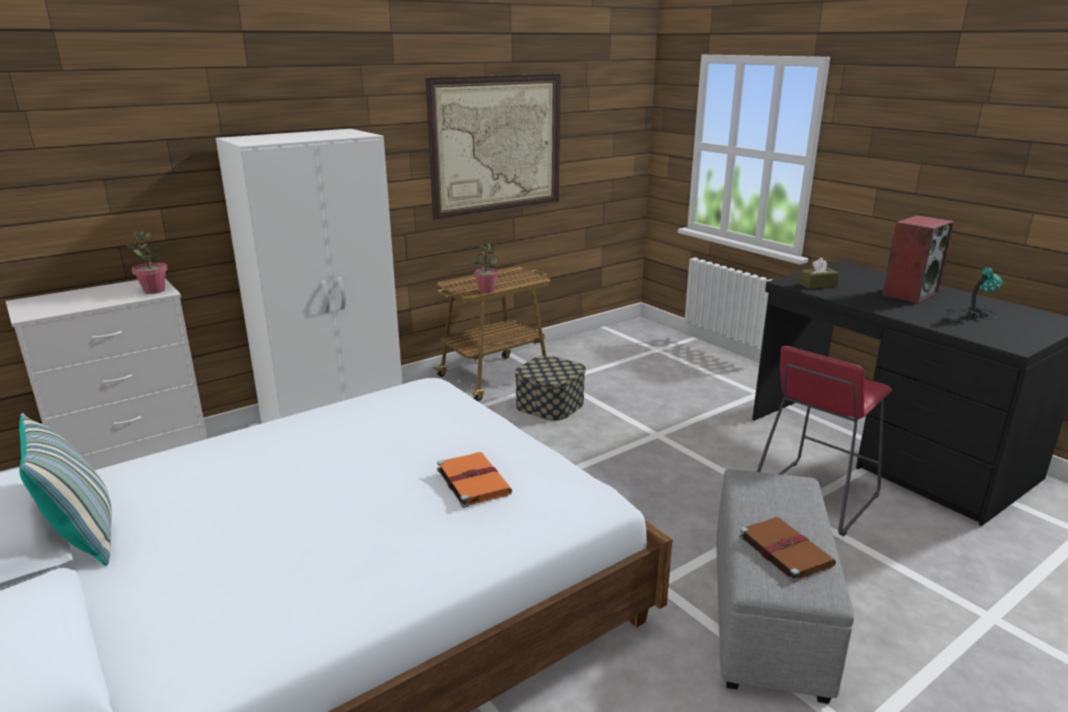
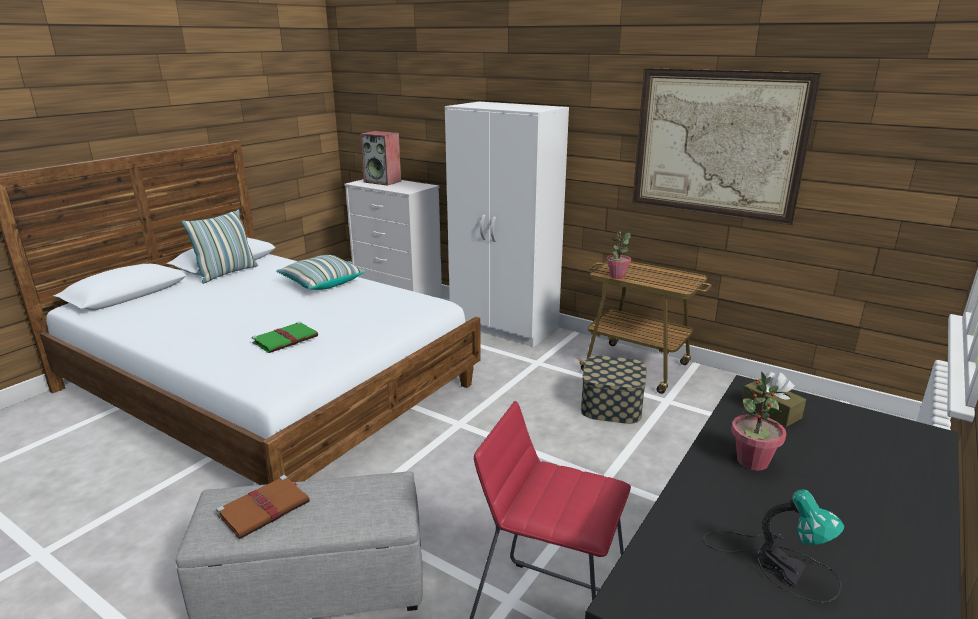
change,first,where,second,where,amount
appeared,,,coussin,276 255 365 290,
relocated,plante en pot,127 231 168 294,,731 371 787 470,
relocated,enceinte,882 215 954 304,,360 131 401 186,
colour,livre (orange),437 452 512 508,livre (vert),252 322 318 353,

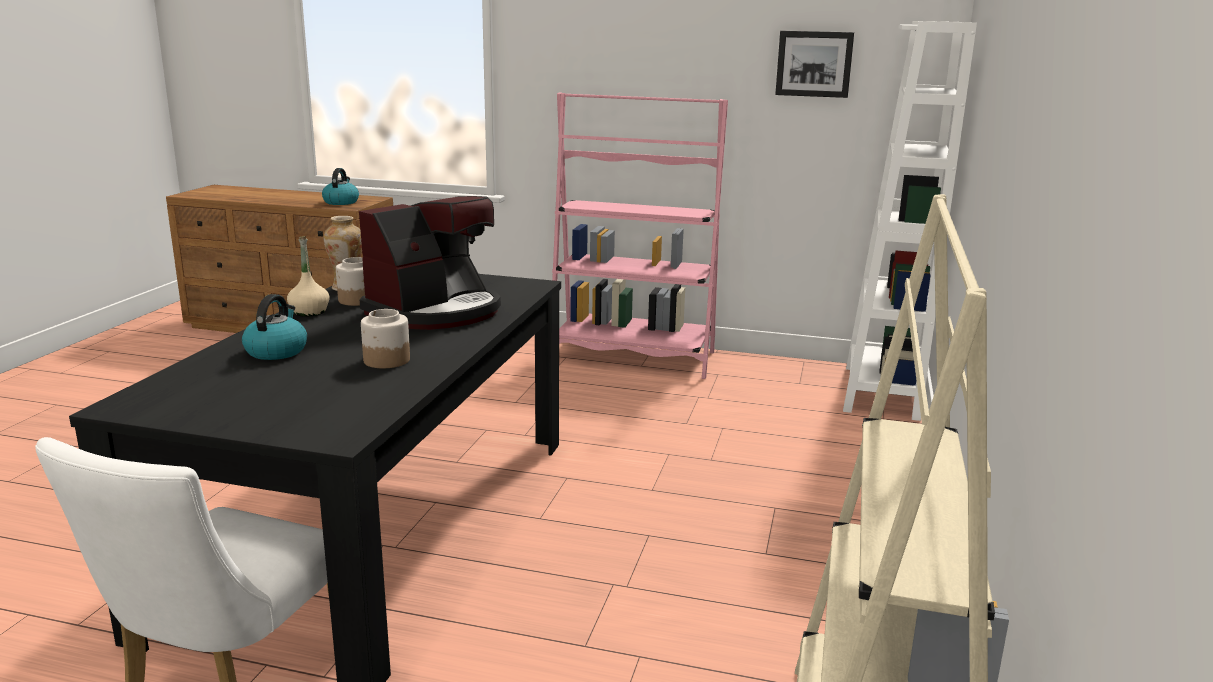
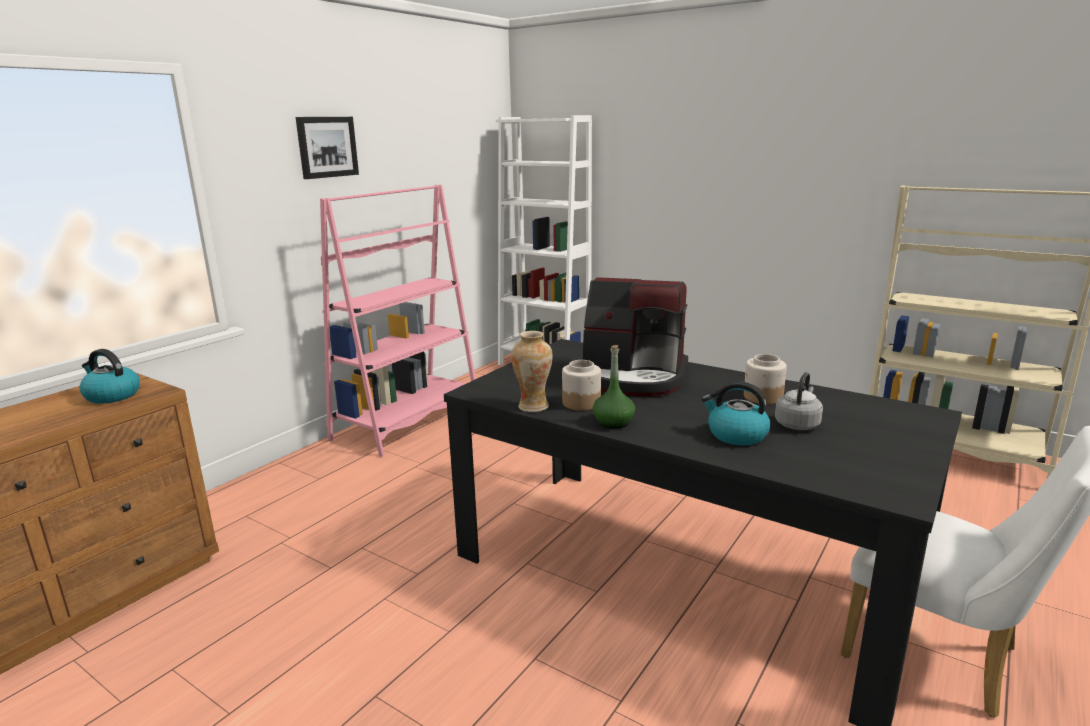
change,first,where,second,where,amount
appeared,,,bouilloire (gris),775 372 823 430,
relocated,tableau,775 31 854 98,,296 117 359 179,
colour,bouteille (beige),287 236 330 317,bouteille (vert),593 345 635 429,
spun,machine à café,359 196 501 330,,582 277 688 397,135 degrees clockwise

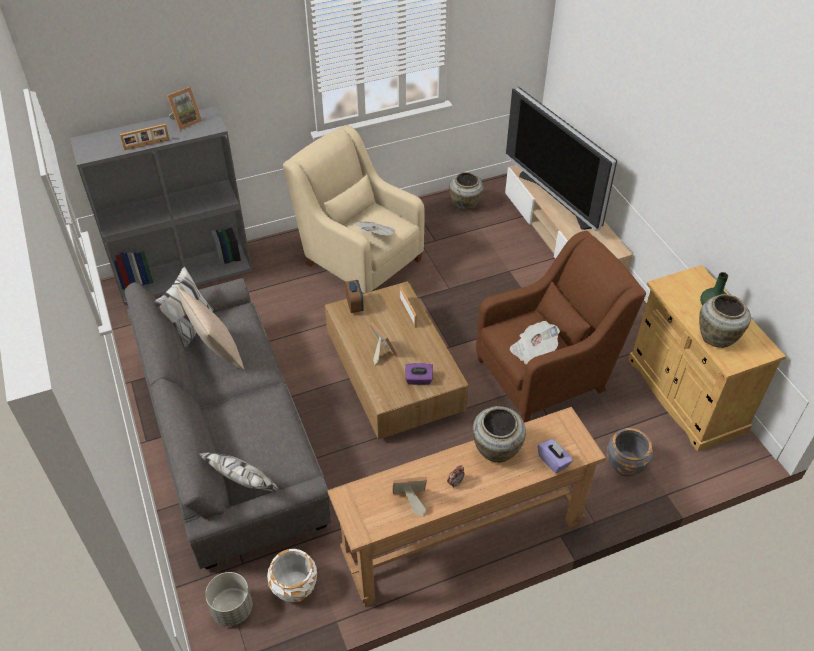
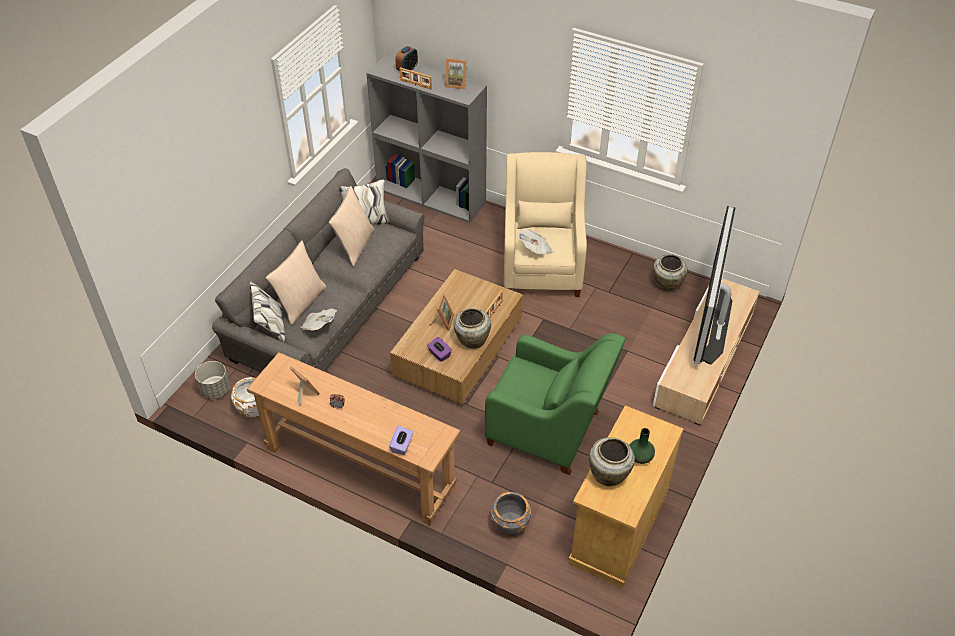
change,first,where,second,where,amount
appeared,,,coussin (beige),266 241 326 325,
relocated,réveil,345 280 364 313,,395 46 418 71,
relocated,vase (beige),472 406 526 463,,454 308 491 349,
relocated,journal,510 321 560 364,,301 308 337 331,
colour,fauteuil (marron),476 231 646 423,fauteuil (vert),485 333 626 475,

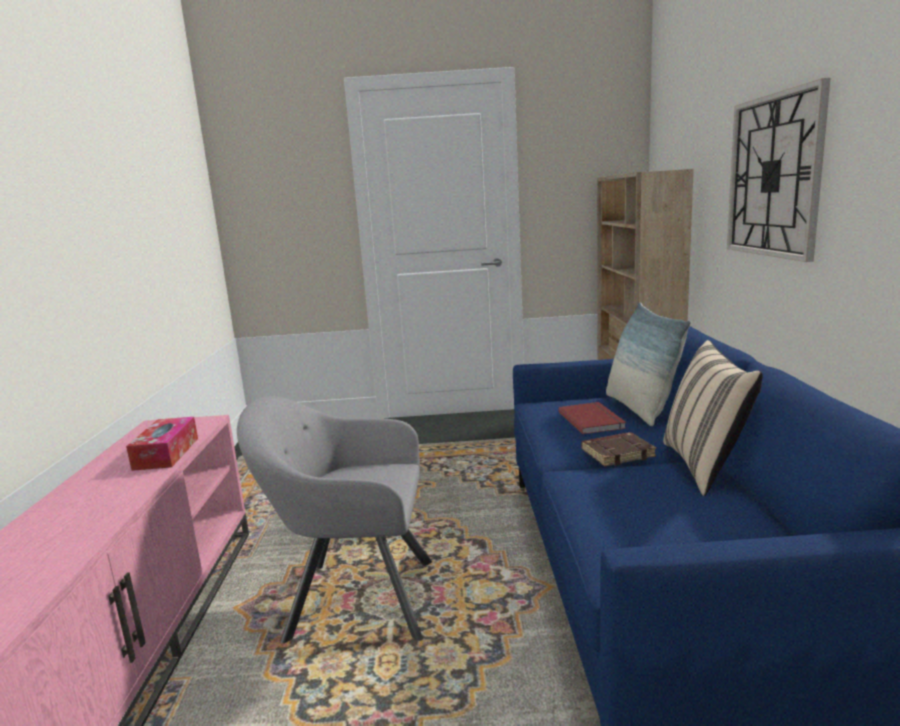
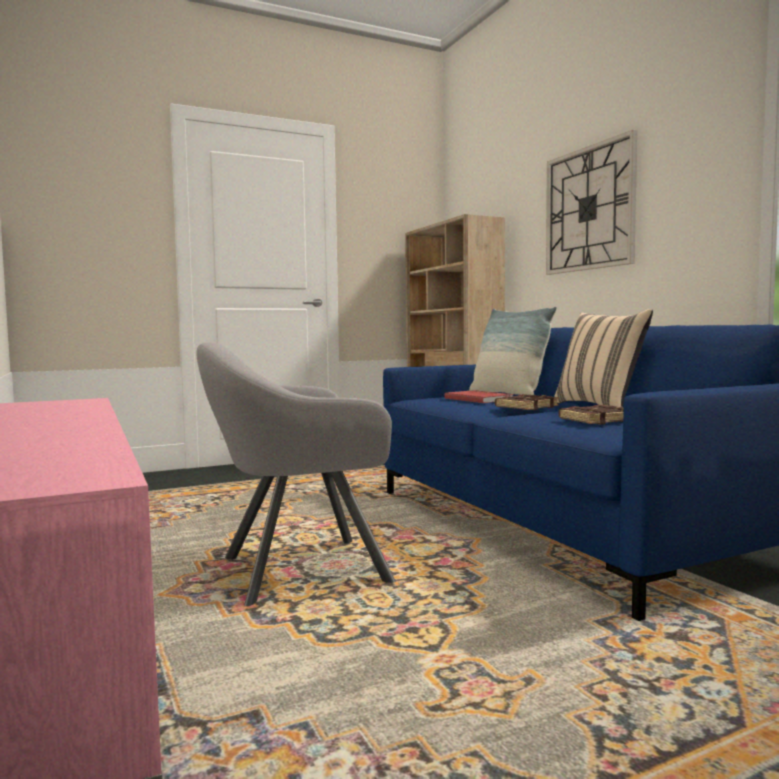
change,first,where,second,where,amount
missing,boîte à mouchoirs,126 417 198 471,,,
appeared,,,livre (marron),559 405 624 425,

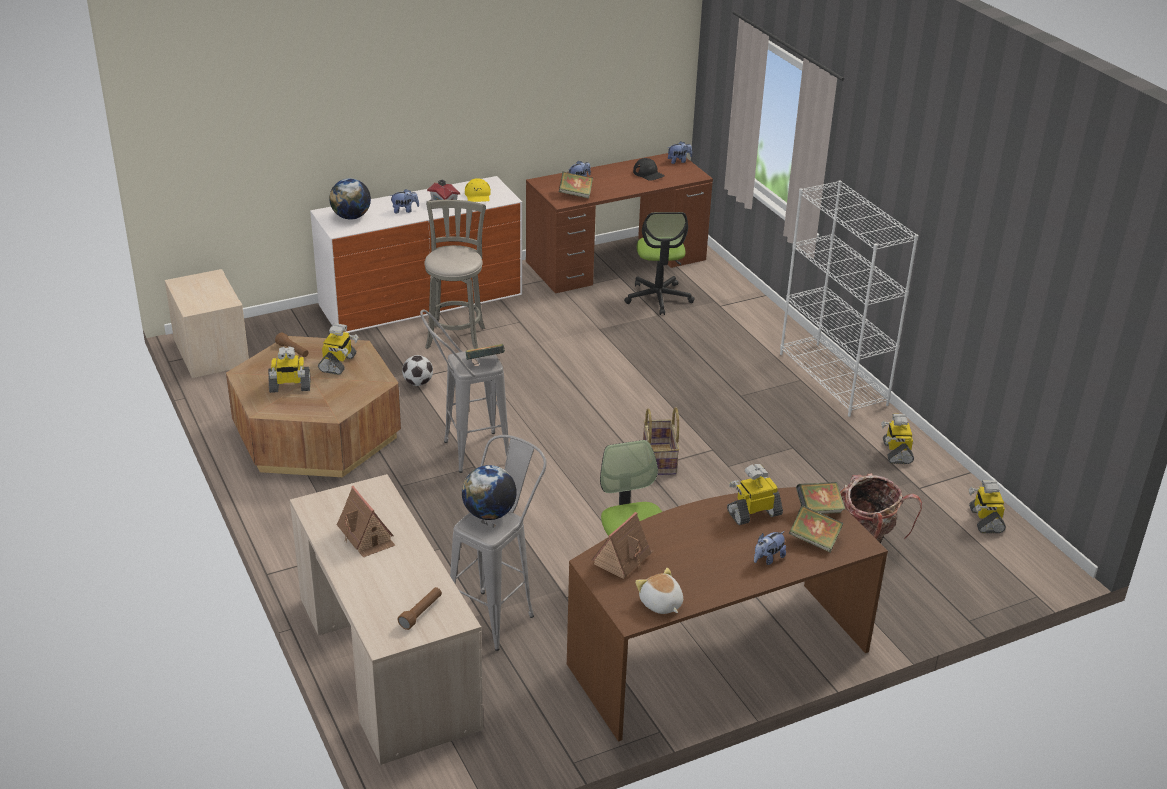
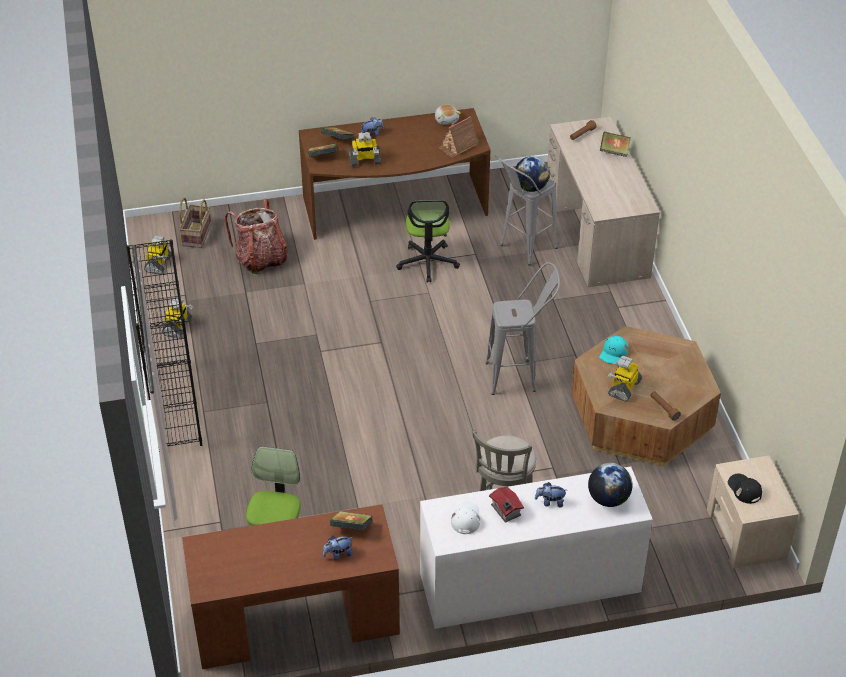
change,first,where,second,where,amount
missing,robot jouet,268 346 311 393,,,
missing,maison miniature,337 486 395 557,,,
missing,ballon de foot,402 355 433 386,,,
missing,peluche,667 141 692 164,,,
appeared,,,casquette (turquoise),599 336 628 364,
relocated,livre,465 344 505 360,,600 132 631 157,
relocated,casquette (noir),633 158 665 181,,728 473 762 504,
relocated,panier,643 408 680 475,,179 197 211 248,
colour,casquette (jaune),465 178 491 202,casquette (blanc),451 501 480 534,
colour,bibliothèque (blanc),780 180 919 417,bibliothèque (noir),126 239 202 453,

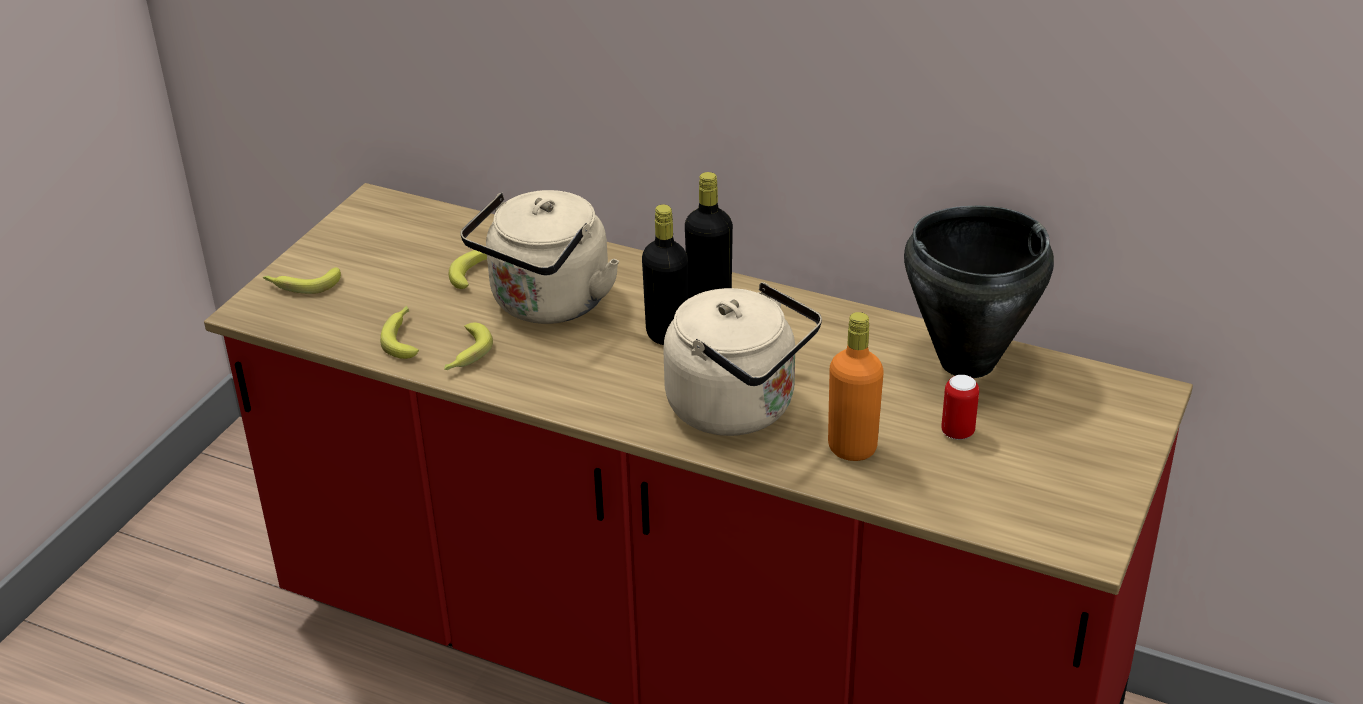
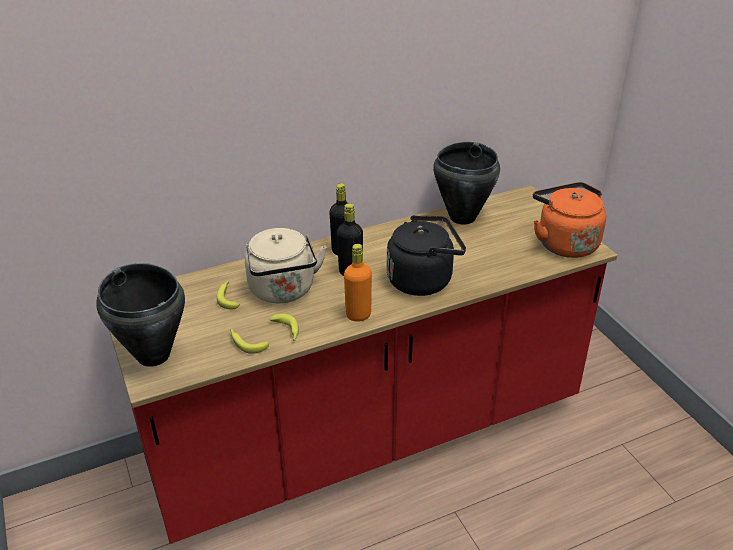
change,first,where,second,where,amount
missing,boîte métallique,941 375 979 440,,,
appeared,,,bouilloire (orange),533 182 606 258,
relocated,bouteille (orange),828 312 884 461,,344 244 372 322,
exchanged,banane,263 267 341 294,marmite (noir),96 263 185 367,
colour,bouilloire (beige),663 282 822 436,bouilloire (noir),387 215 466 296,

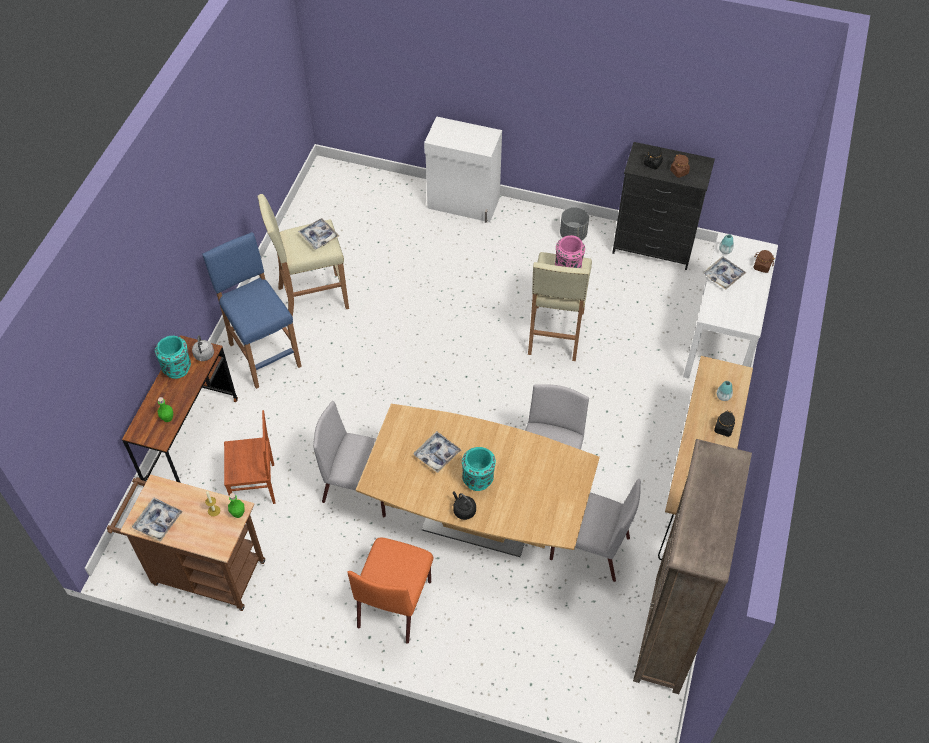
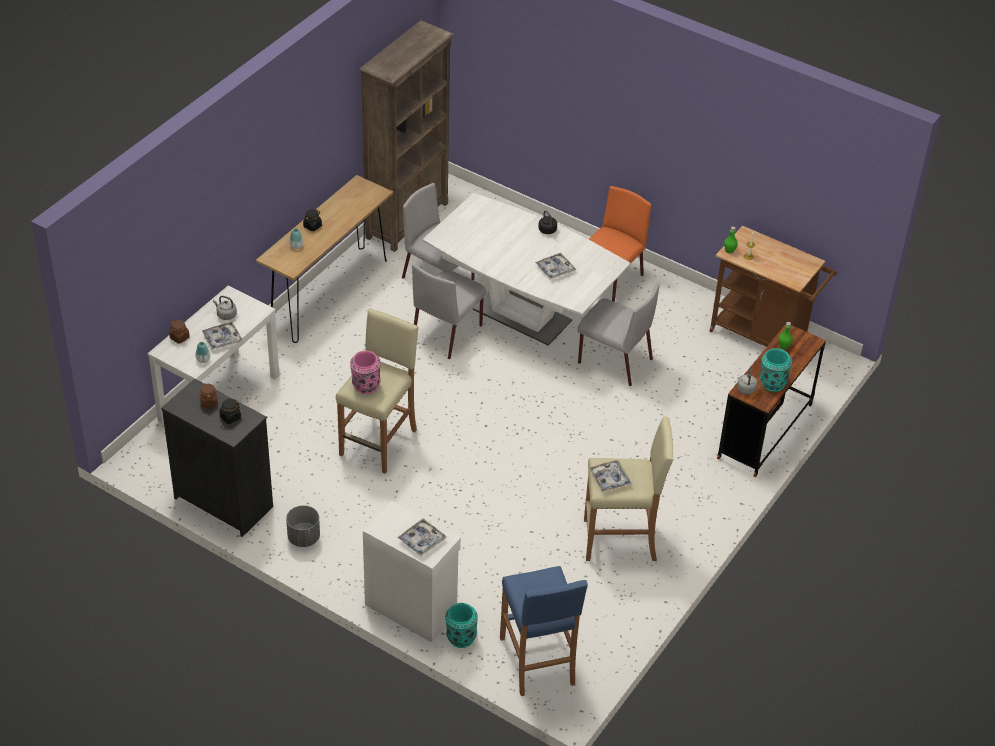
change,first,where,second,where,amount
missing,chaise (marron),224 410 276 504,,,
appeared,,,bouilloire (gris),213 296 237 320,
relocated,plateau,132 497 183 542,,398 518 446 557,
relocated,tabouret (bleu),202 232 302 389,,500 566 588 696,
relocated,vase (turquoise),462 447 496 491,,445 603 478 648,
colour,table à manger (marron),356 404 600 557,table à manger (blanc),423 193 630 346,

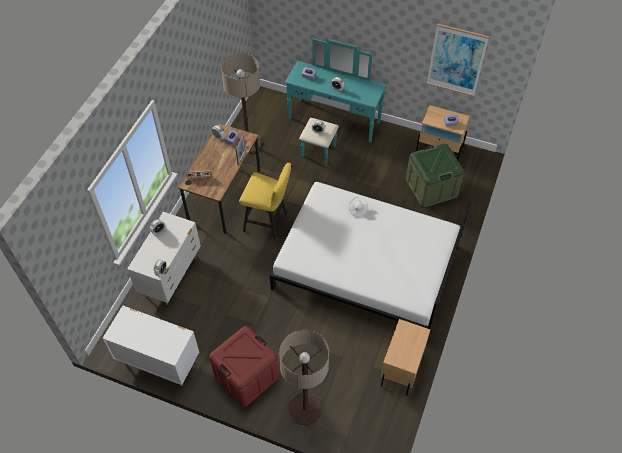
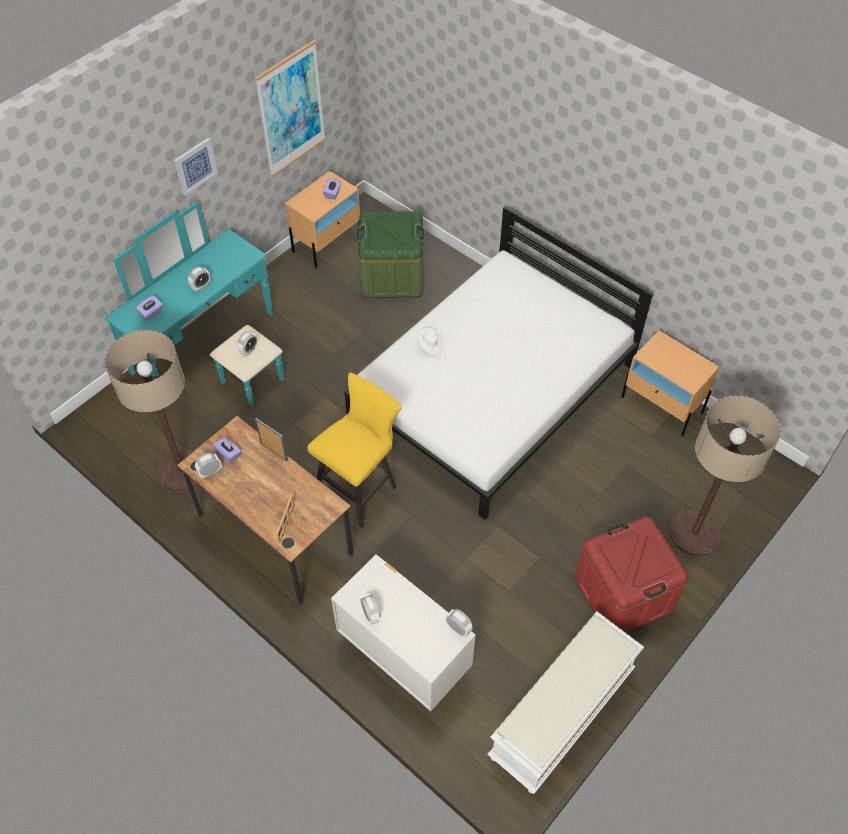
change,first,where,second,where,amount
appeared,,,tableau,174 138 218 196,
exchanged,commode (blanc),102 306 199 386,banc (blanc),488 611 644 794,

